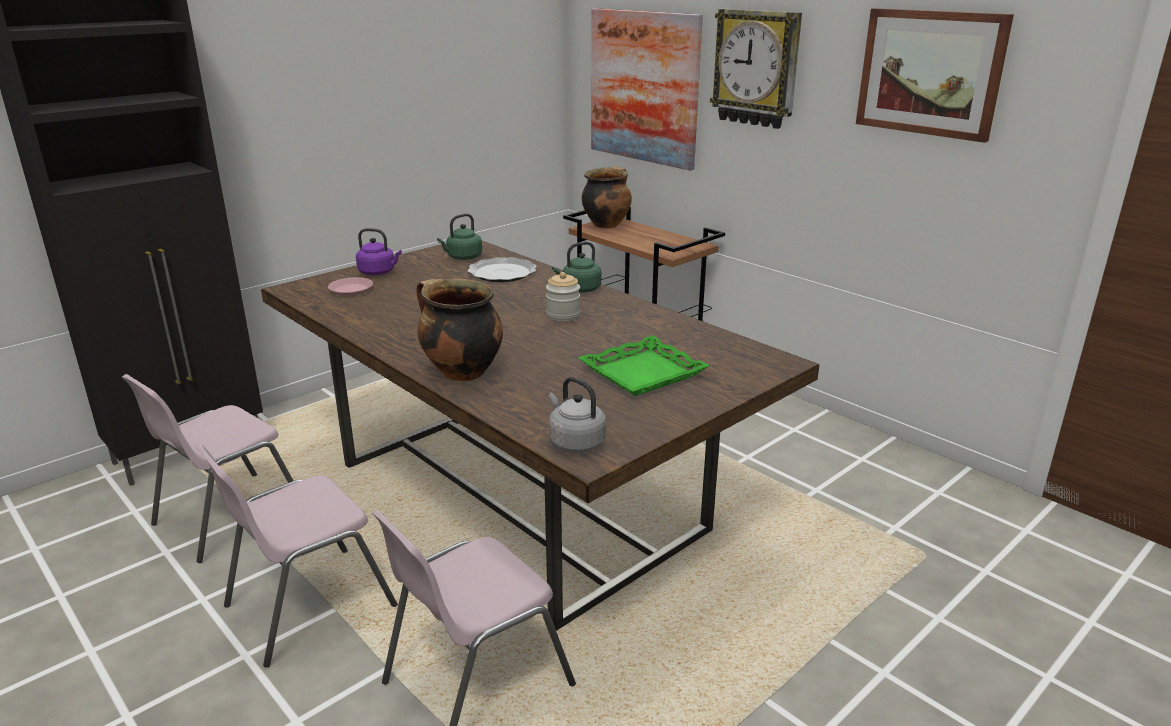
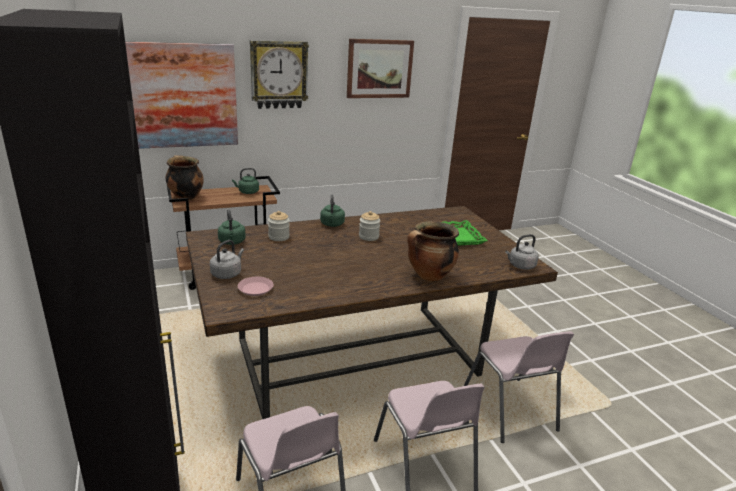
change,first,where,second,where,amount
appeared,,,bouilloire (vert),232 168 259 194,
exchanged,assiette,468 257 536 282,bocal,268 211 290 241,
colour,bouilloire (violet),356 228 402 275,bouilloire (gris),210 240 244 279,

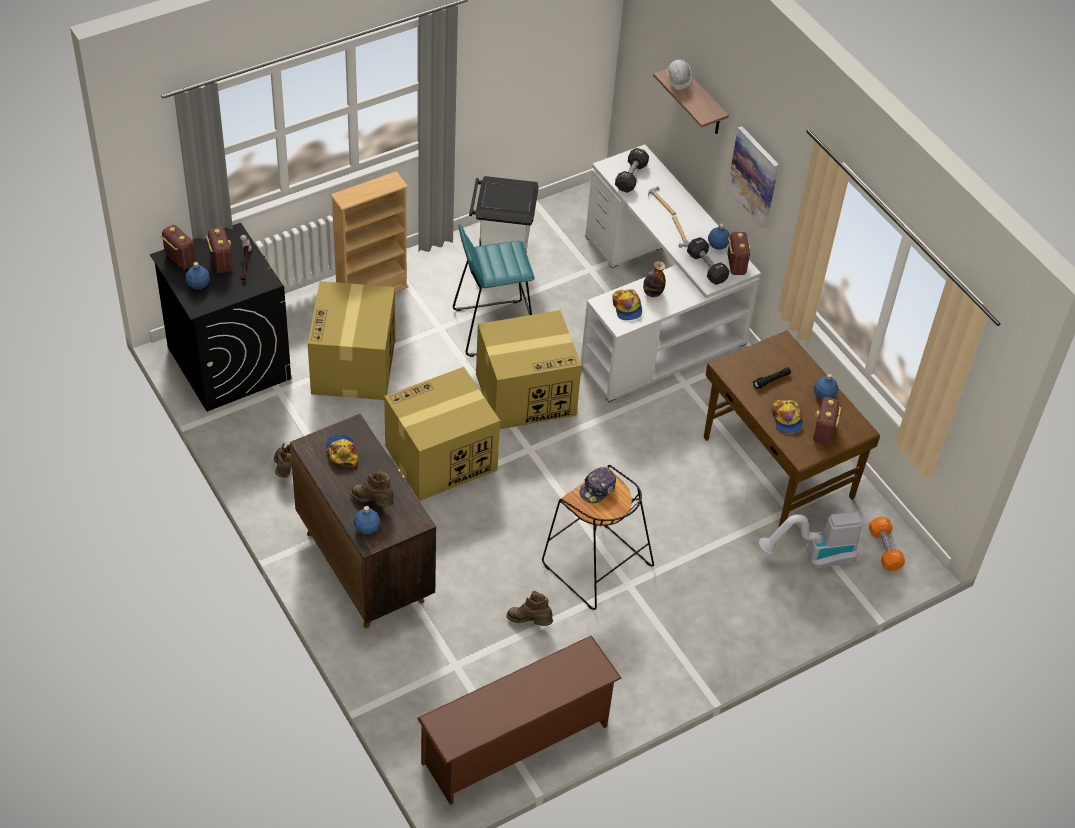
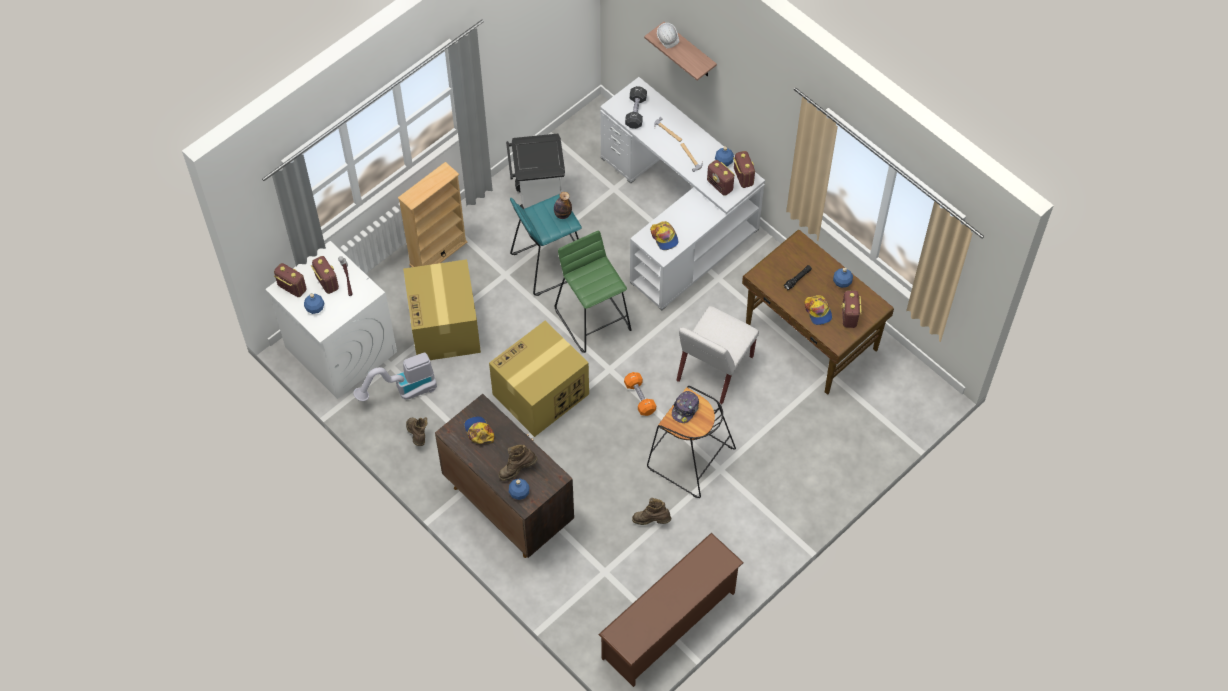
change,first,where,second,where,amount
missing,tableau,727 126 779 229,,,
appeared,,,chaise (blanc),676 306 759 404,
relocated,bouteille,643 261 666 297,,554 192 572 219,
relocated,aspirateur,759 511 862 568,,353 352 437 401,
relocated,haltère (orange),869 517 905 571,,624 372 656 416,
exchanged,carton,476 310 582 429,tabouret (vert),555 230 632 353,
exchanged,haltère (noir),687 237 730 285,radio,707 160 735 196,
colour,lave-linge (noir),150 223 291 412,lave-linge (blanc),265 241 397 399,
spun,botte (marron),350 470 394 507,,499 445 537 481,45 degrees counterclockwise

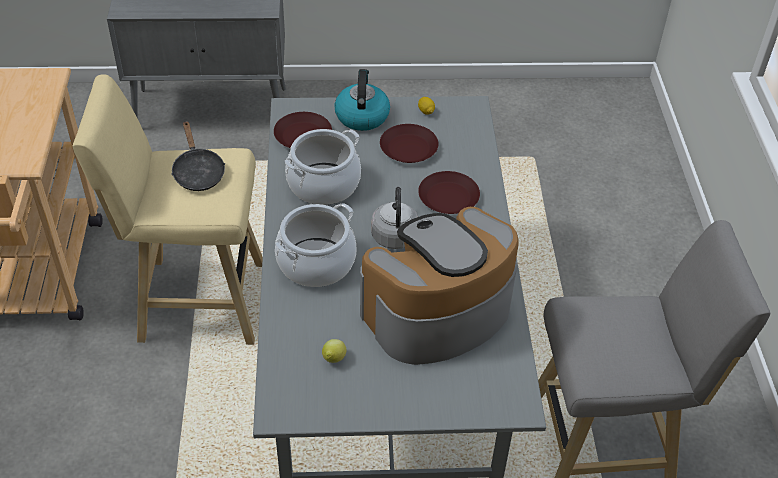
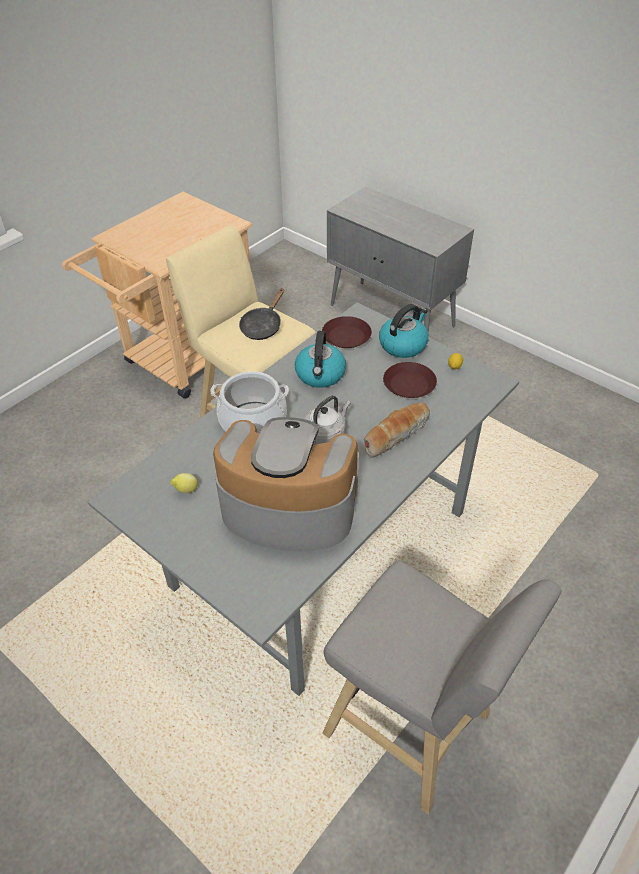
change,first,where,second,where,amount
exchanged,marmite,285 129 361 205,bouilloire,295 331 346 388,
exchanged,assiette (marron),418 171 480 214,pain,364 402 430 458,

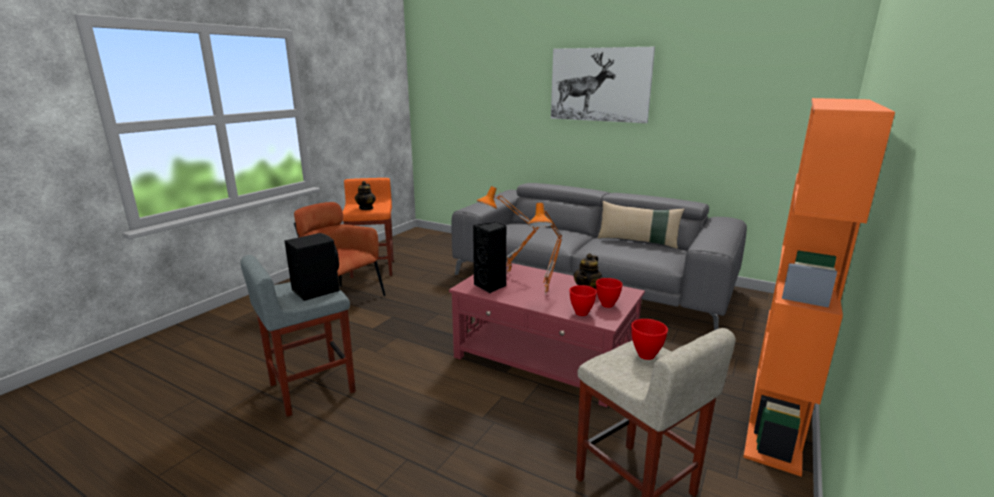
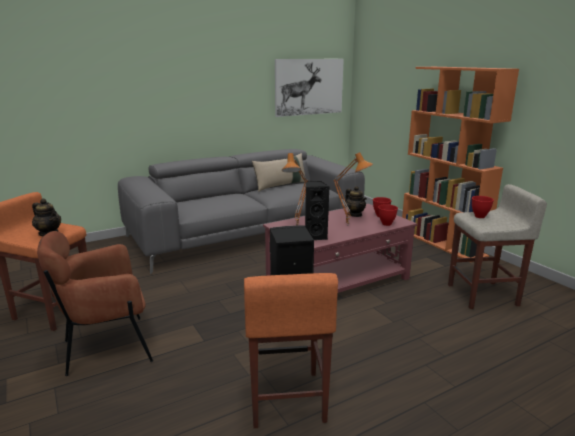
change,first,where,second,where,amount
relocated,tableau,551 47 655 123,,275 59 344 117,
colour,tabouret (gris),240 255 356 417,tabouret (orange),244 273 338 428,

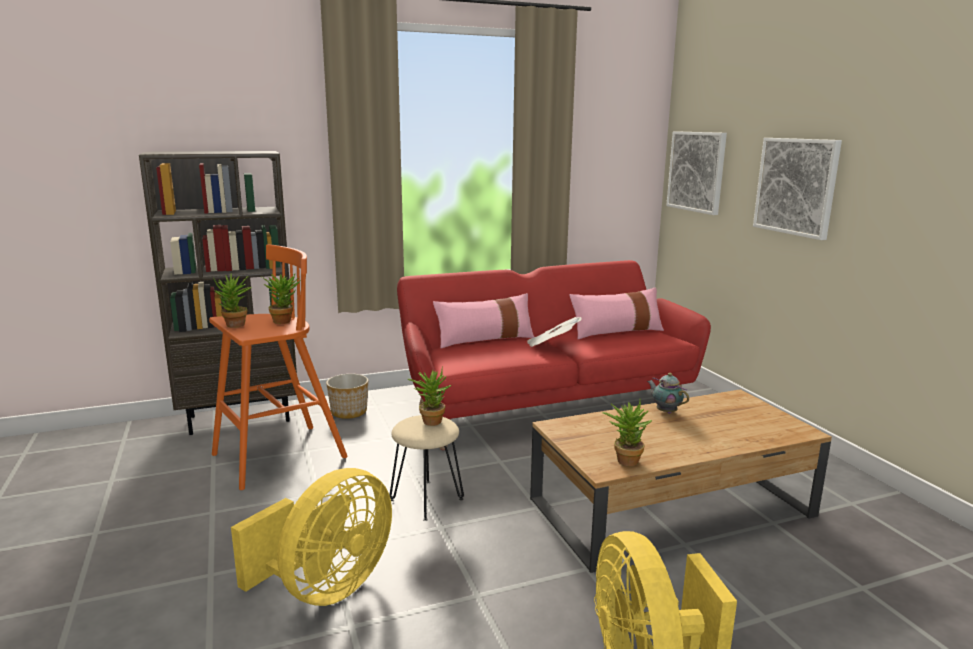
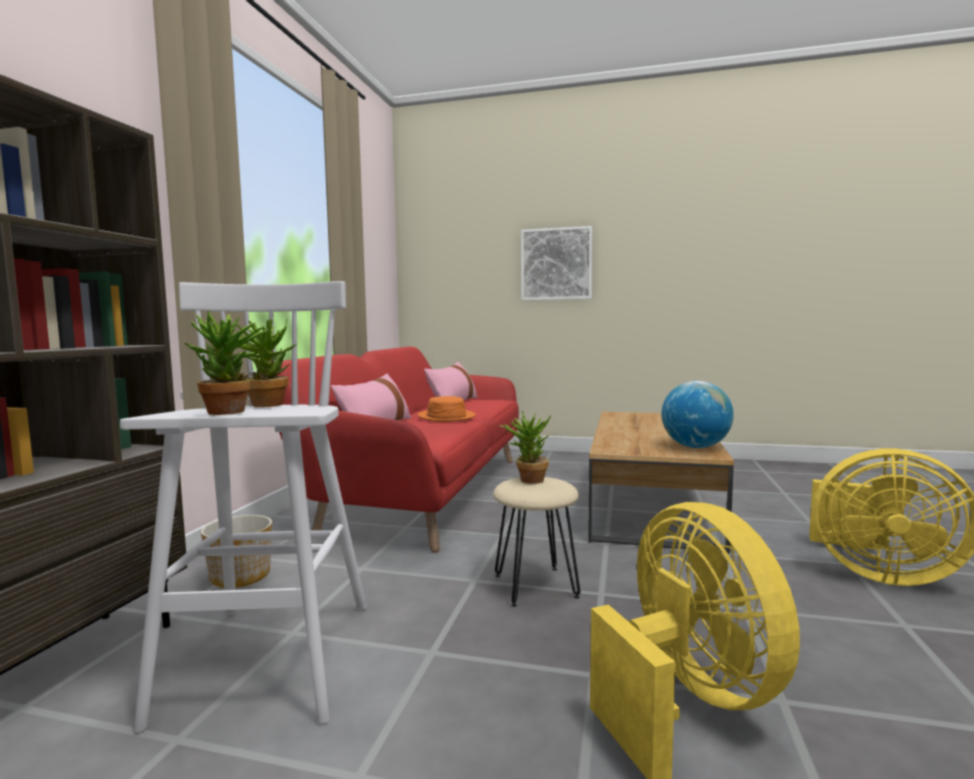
change,first,where,second,where,amount
missing,théière,647 373 689 414,,,
missing,tableau,666 131 727 215,,,
exchanged,journal,527 317 581 347,chapeau (orange),418 396 476 422,
exchanged,plante en pot,602 400 652 466,globe,661 381 734 448,
colour,tabouret (orange),209 244 348 490,tabouret (blanc),120 281 366 733,

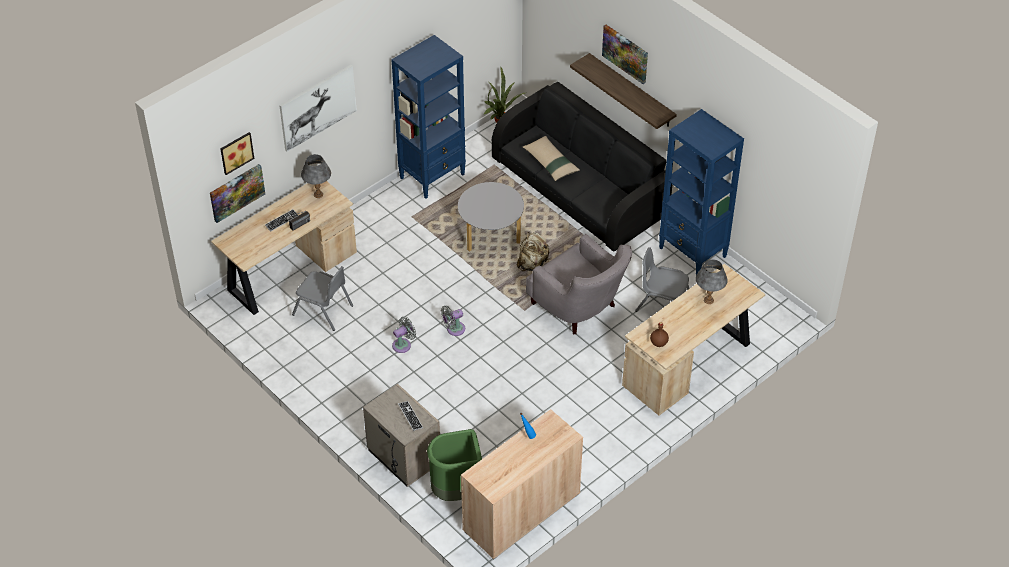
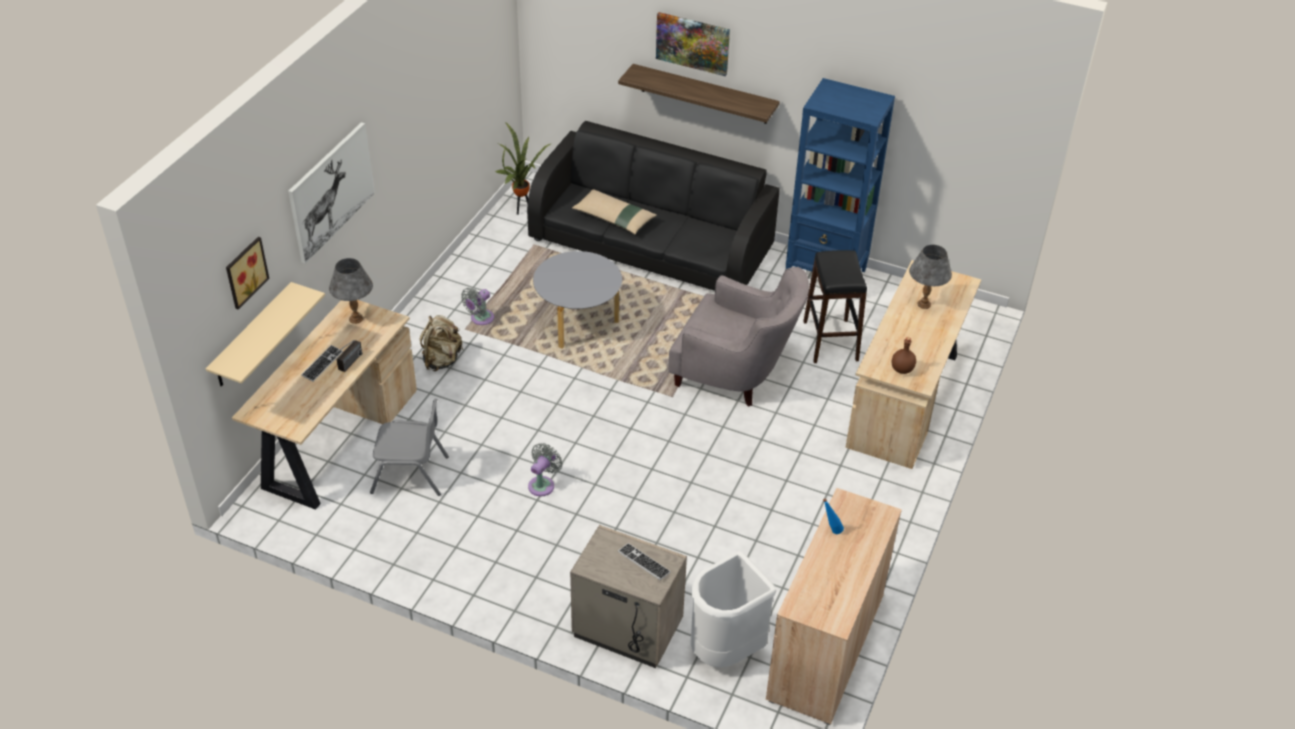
change,first,where,second,where,amount
missing,bibliothèque (bleu),391 35 466 199,,,
relocated,ventilateur (gris),441 306 465 336,,461 288 494 325,
relocated,sac à dos (beige),517 232 549 271,,420 315 463 371,
exchanged,tableau,210 164 265 223,étagère (beige),206 282 325 387,
exchanged,chaise (gris),635 247 690 312,tabouret (noir),803 250 867 363,
colour,poubelle (vert),427 429 482 501,poubelle (blanc),691 551 776 667,

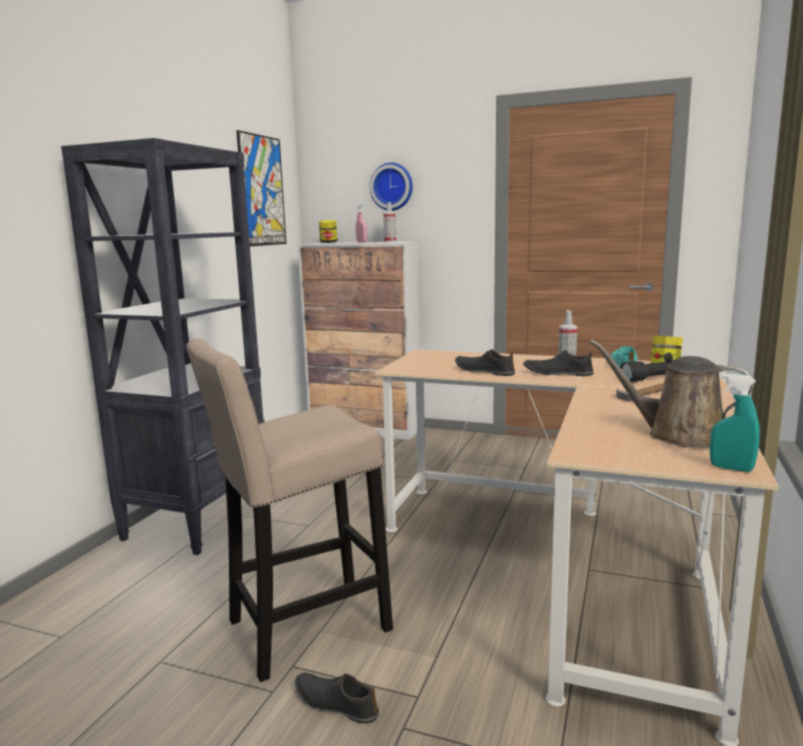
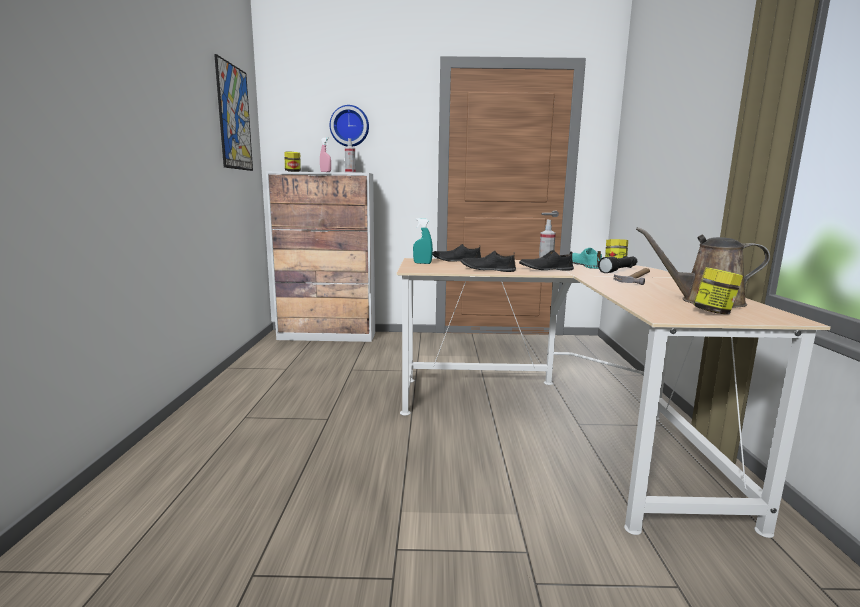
change,first,where,second,where,amount
missing,bibliothèque (noir),61 138 265 555,,,
missing,tabouret (beige),186 338 393 682,,,
appeared,,,bocal,693 267 743 314,
relocated,chaussure (noir),295 673 379 724,,432 244 481 262,
relocated,vaporisateur (turquoise),710 373 760 472,,413 218 433 264,

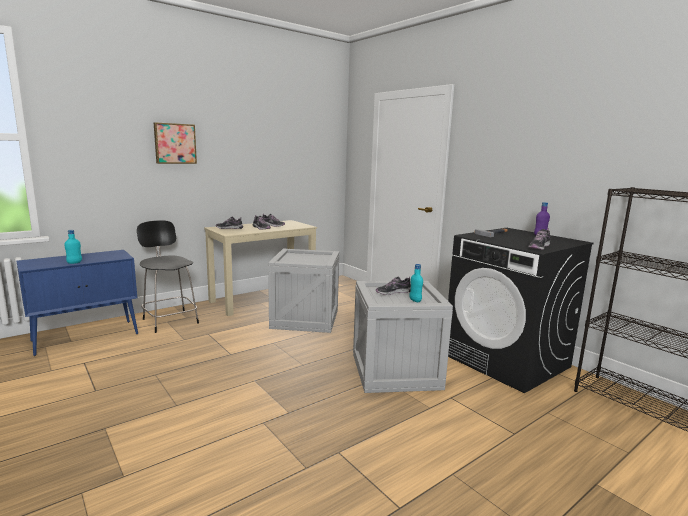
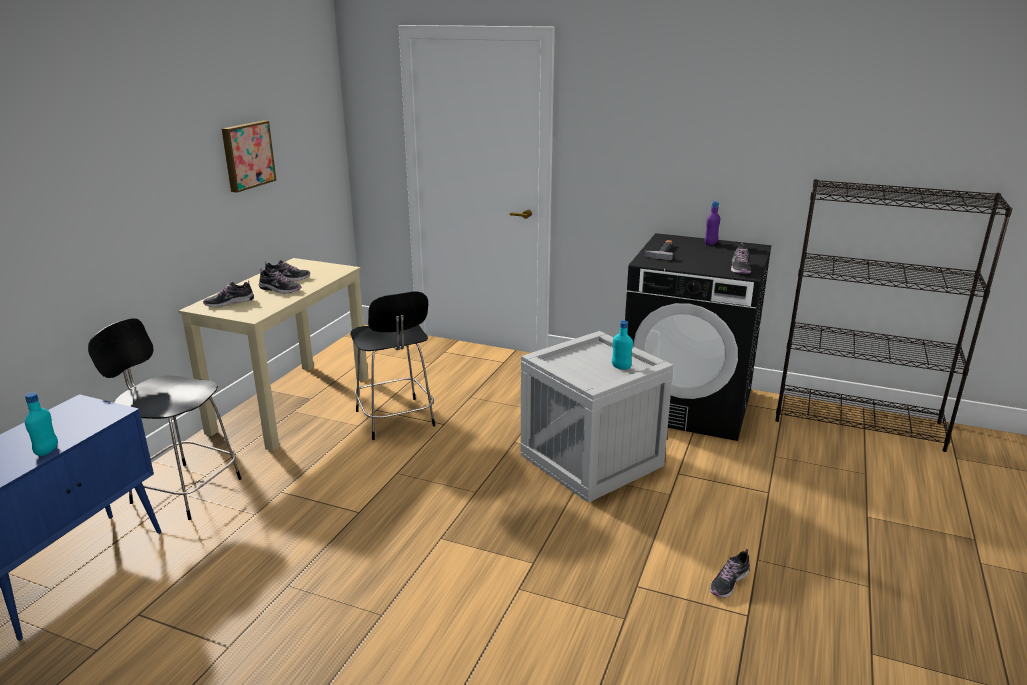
change,first,where,second,where,amount
relocated,tableau,154 122 197 164,,222 120 277 193,
relocated,chaussure,376 276 411 295,,710 549 750 598,
exchanged,caisse,268 249 339 333,tabouret (noir),351 292 435 440,

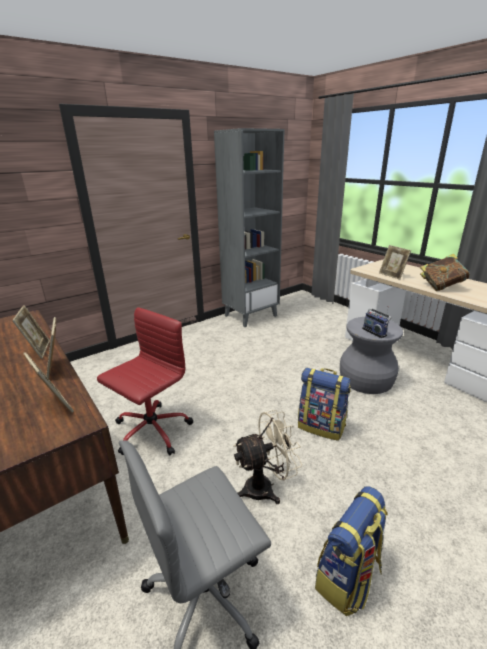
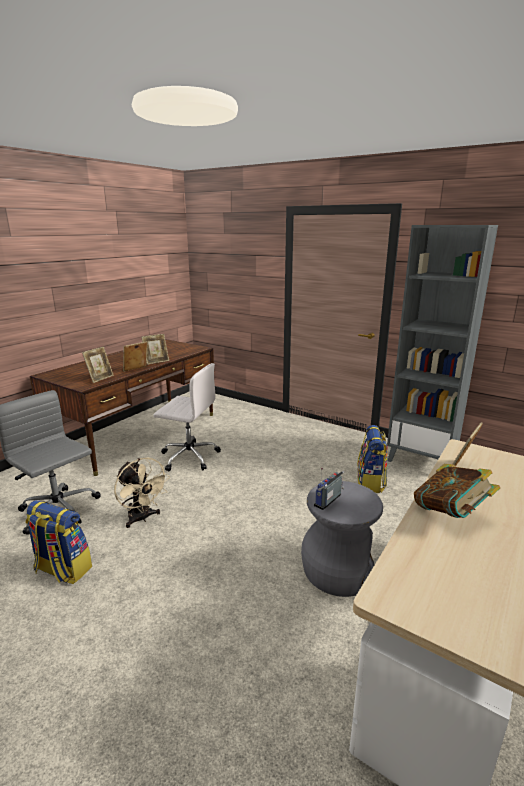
change,first,where,second,where,amount
relocated,sac à dos,298 368 350 441,,357 425 388 493,
colour,chaise de bureau (rouge),97 307 193 455,chaise de bureau (blanc),153 363 221 471,

